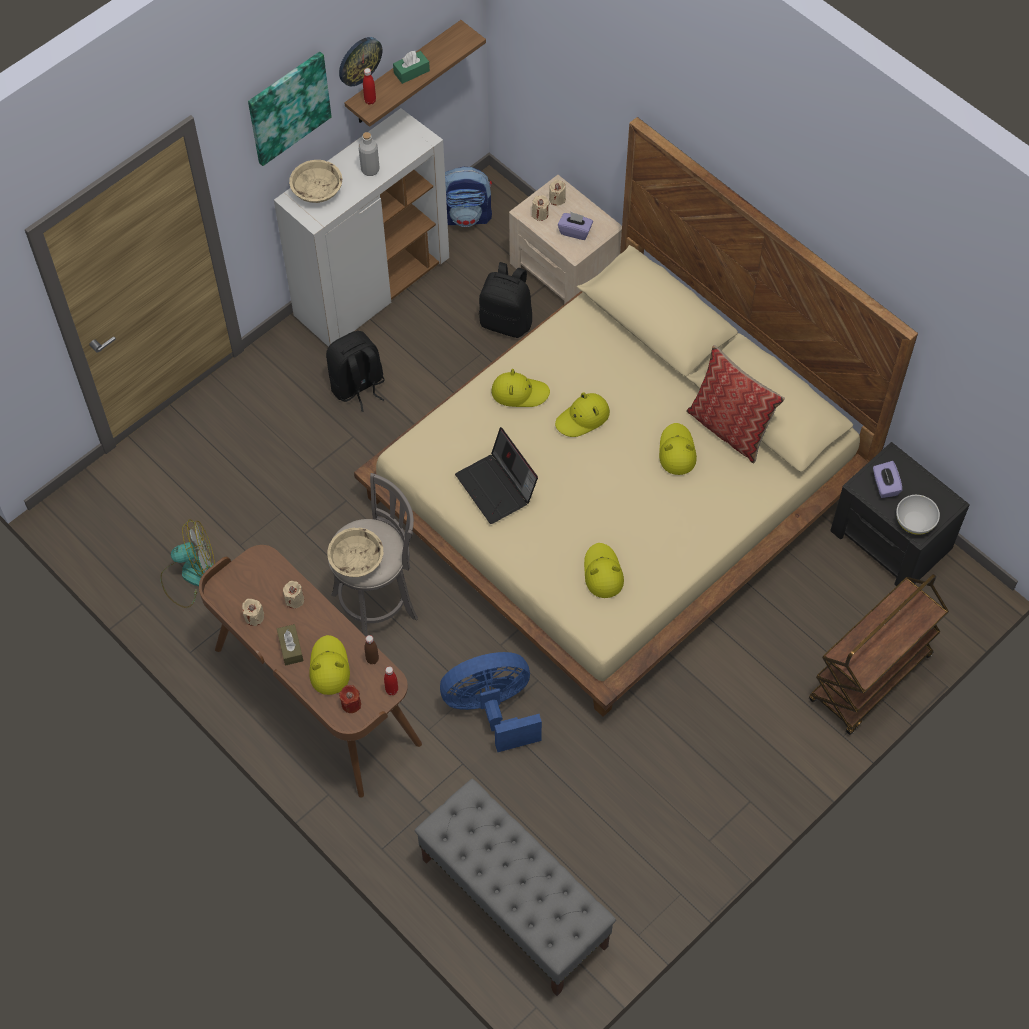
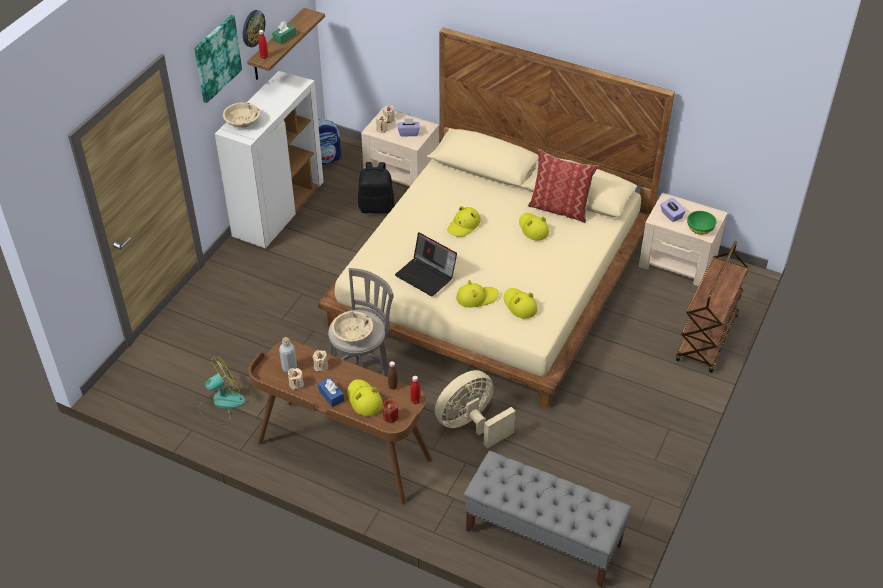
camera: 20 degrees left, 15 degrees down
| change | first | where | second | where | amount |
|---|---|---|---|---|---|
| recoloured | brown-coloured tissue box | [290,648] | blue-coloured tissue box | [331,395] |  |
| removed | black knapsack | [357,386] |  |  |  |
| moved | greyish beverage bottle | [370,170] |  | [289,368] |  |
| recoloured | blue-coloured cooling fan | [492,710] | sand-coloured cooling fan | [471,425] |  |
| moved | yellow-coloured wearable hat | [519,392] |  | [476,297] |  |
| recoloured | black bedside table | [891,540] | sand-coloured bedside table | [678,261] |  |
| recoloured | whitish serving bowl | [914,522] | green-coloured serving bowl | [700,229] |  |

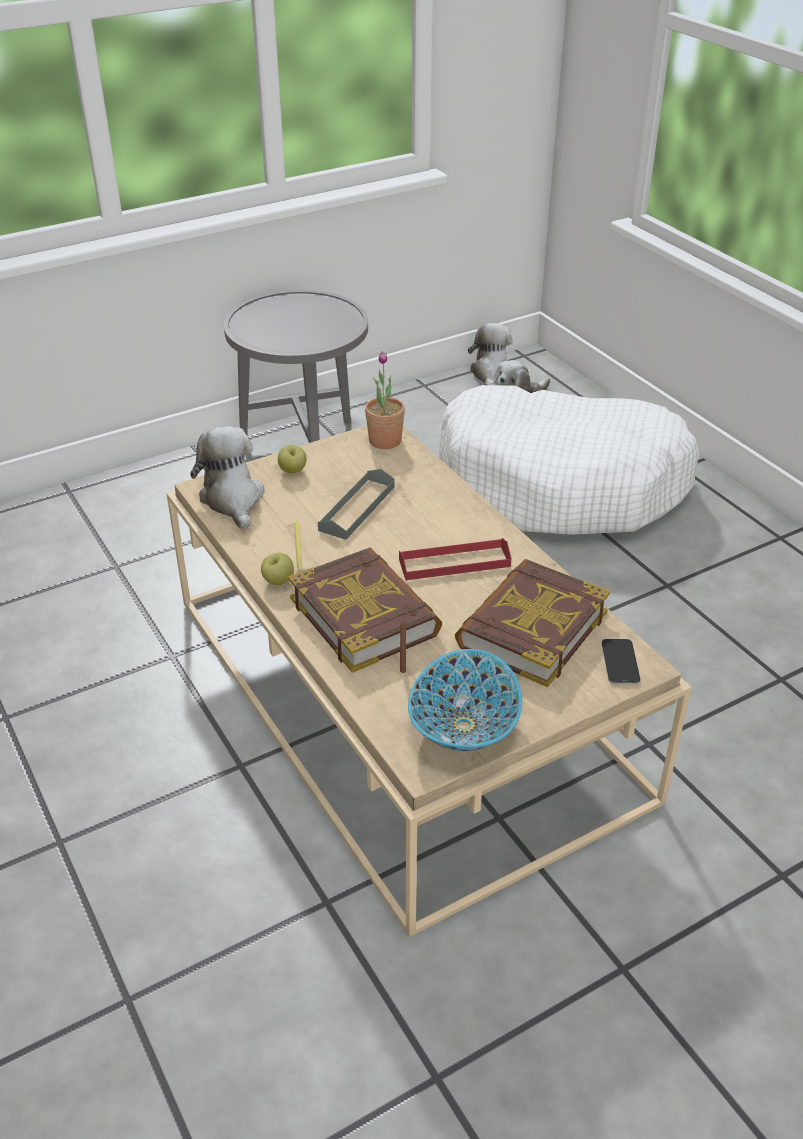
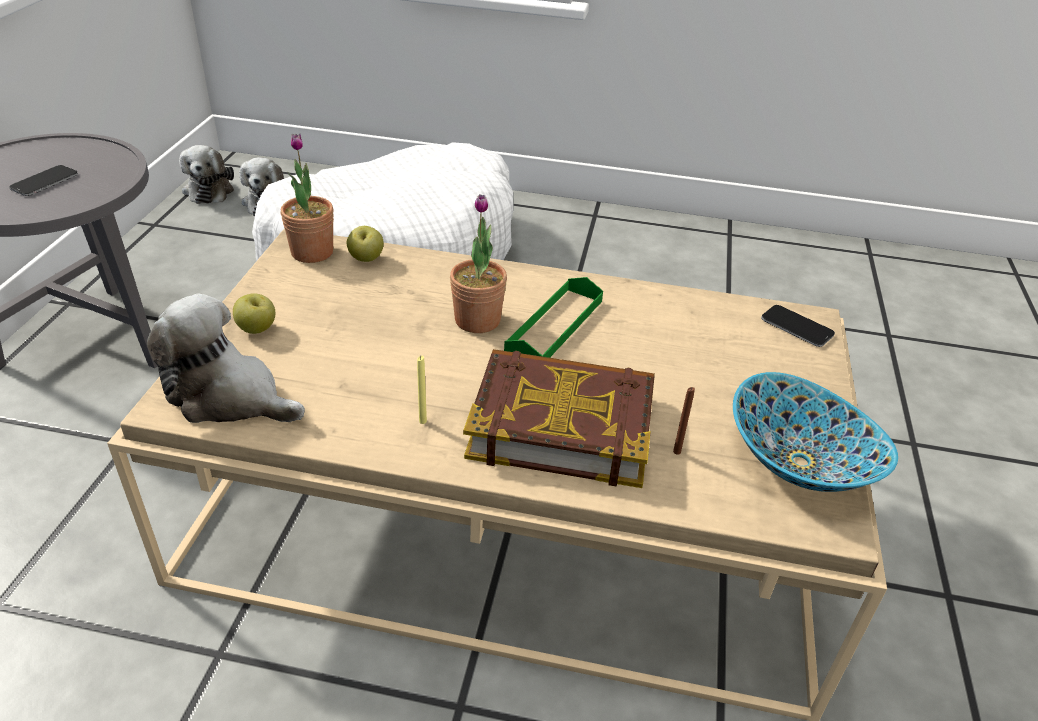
camera: 50 degrees left, 0 degrees up
| change | first | where | second | where | amount |
|---|---|---|---|---|---|
| moved | whole apple | [278,582] |  | [366,259] |  |
| removed | greyish serving tray | [357,508] |  |  |  |
| recoloured | red serving tray | [454,563] | green-coloured serving tray | [555,326] |  |
| removed | book | [531,629] |  |  |  |
| turned | cuddly toy | [491,374] |  | [209,189] | 150 degrees counterclockwise |
| added |  |  | telephone | [44,182] |  |
| added |  |  | potted plant | [477,320] |  |

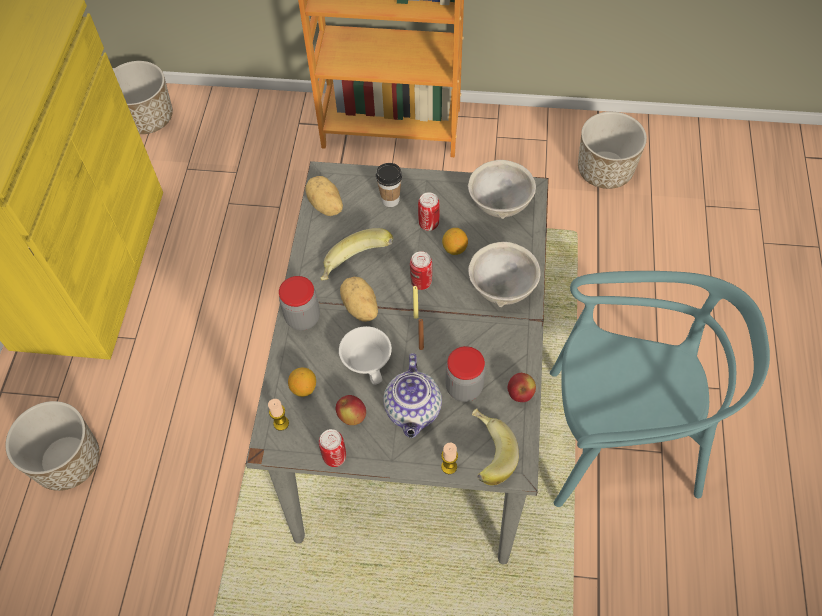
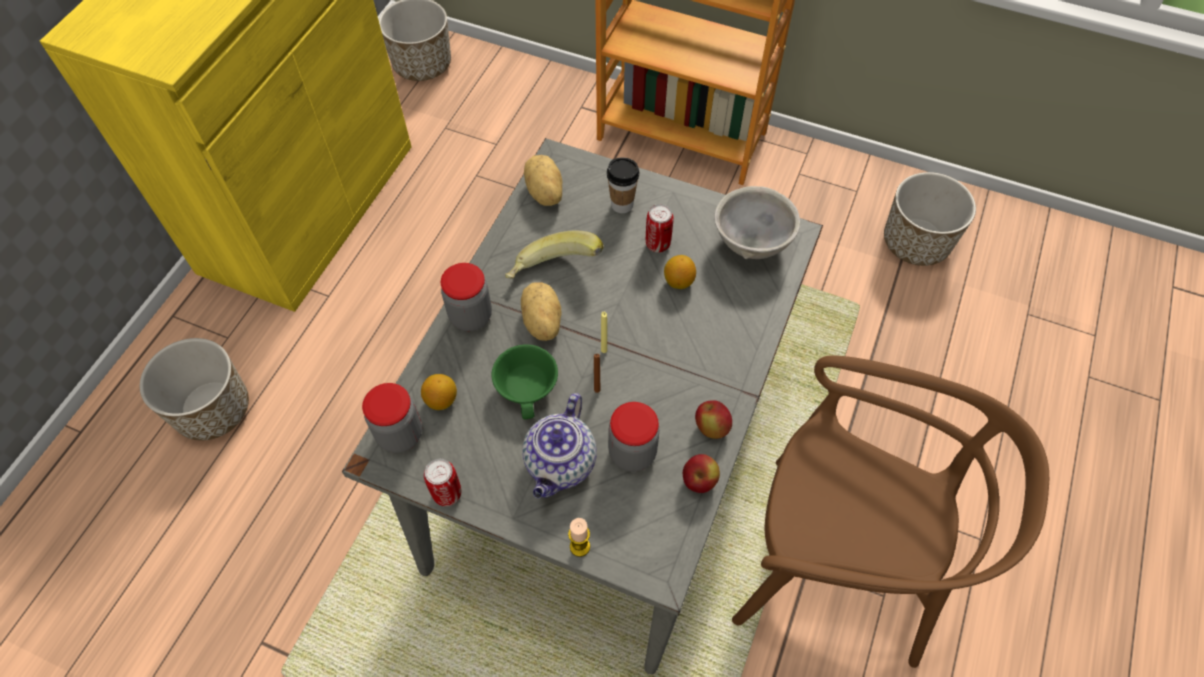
camera: 15 degrees right, 0 degrees up
| change | first | where | second | where | amount |
|---|---|---|---|---|---|
| replaced | wax light | [281,423] | jar | [400,434] |  |
| moved | whole apple | [352,416] |  | [711,427] |  |
| recoloured | whitish drinking cup | [369,360] | green-coloured drinking cup | [529,388] |  |
| removed | can | [421,282] |  |  |  |
| removed | greyish serving bowl | [501,289] |  |  |  |
| removed | whole banana | [485,454] |  |  |  |
| recoloured | turquoise-coloured chair | [619,439] | brown-coloured chair | [836,565] |  |

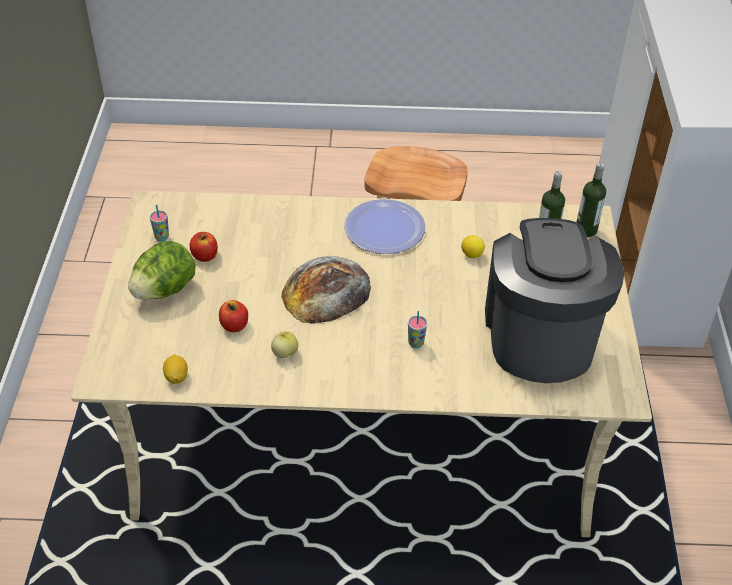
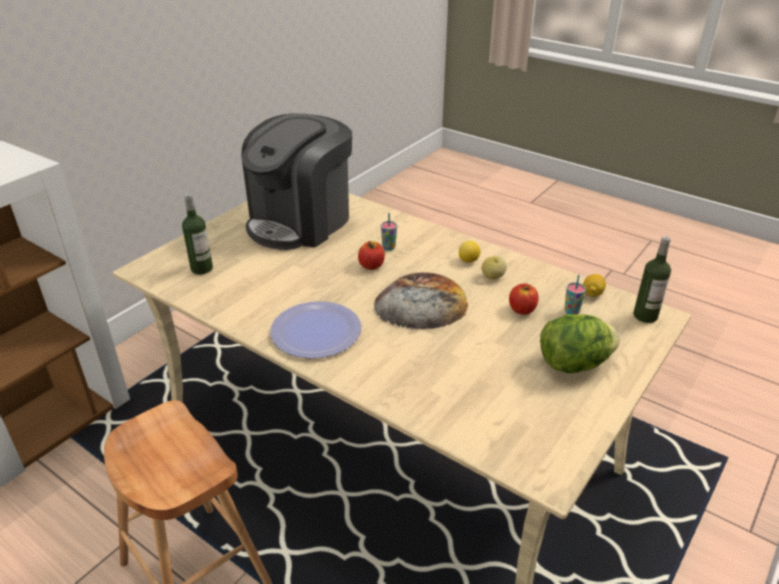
camera: 145 degrees left, 10 degrees down
| change | first | where | second | where | amount |
|---|---|---|---|---|---|
| moved | drinking cup | [162,237] |  | [571,312] |  |
| moved | whole apple | [204,256] |  | [371,266] |  |
| moved | citrus fruit | [471,254] |  | [468,261] |  |
| moved | beverage bottle | [586,230] |  | [645,316] |  |

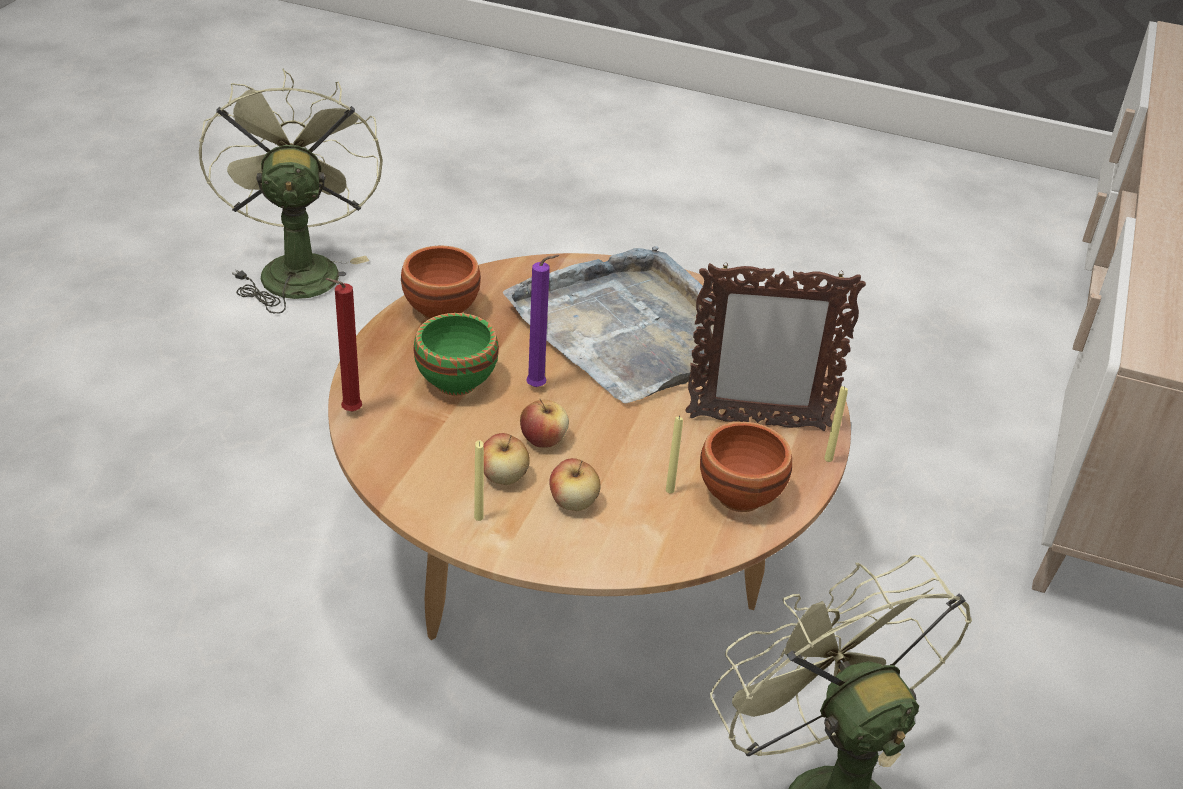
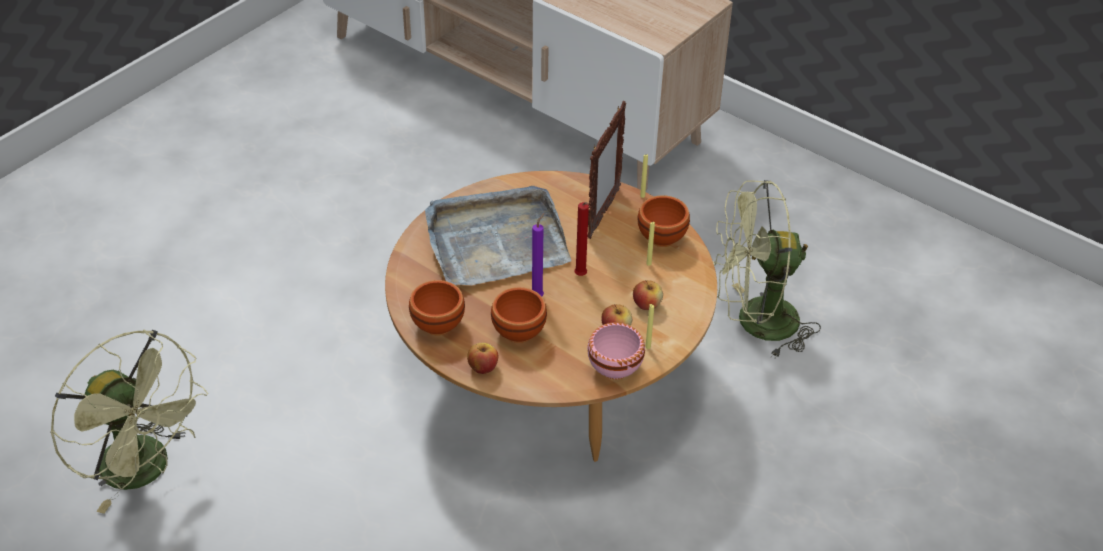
camera: 70 degrees left, 5 degrees up
| change | first | where | second | where | amount |
|---|---|---|---|---|---|
| turned | green-coloured cooling fan | [297,267] |  | [146,470] | 150 degrees counterclockwise |
| moved | red wax light | [348,412] |  | [581,276] |  |
| recoloured | green-coloured serving bowl | [454,381] | brown-coloured serving bowl | [517,333] |  |
| moved | whole apple | [543,440] |  | [483,367] |  |
| added |  |  | pinkish serving bowl | [615,370] |  |

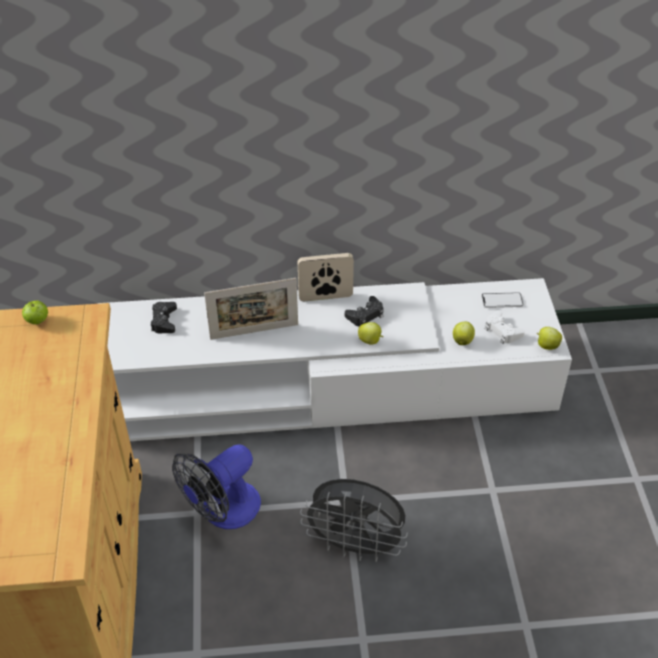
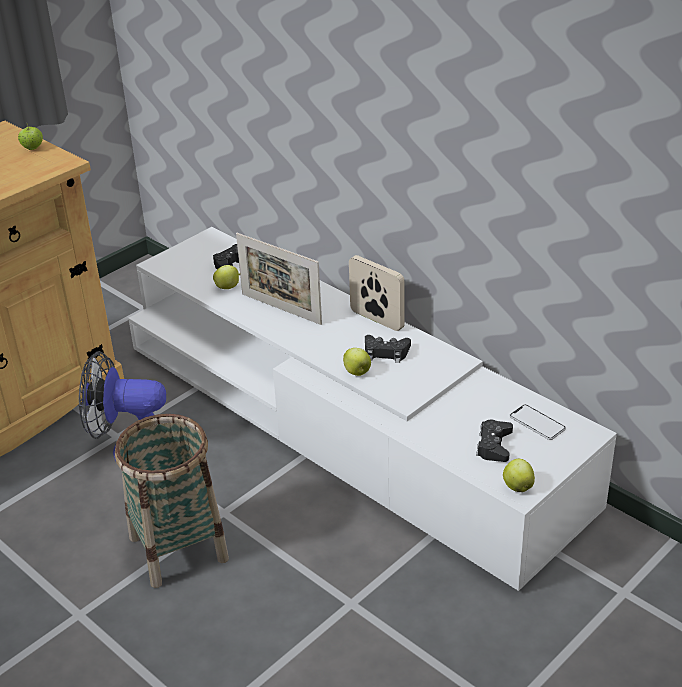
camera: 50 degrees right, 10 degrees down
| change | first | where | second | where | amount |
|---|---|---|---|---|---|
| replaced | greyish cooling fan | [356,546] | basket | [179,548] |  |
| moved | whole apple | [462,340] |  | [228,287] |  |
| recoloured | whitish gamepad | [502,331] | black gamepad | [494,446] |  |

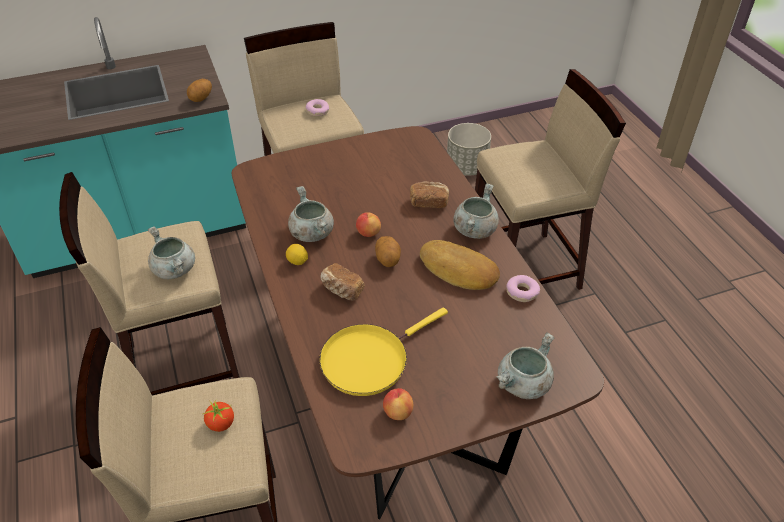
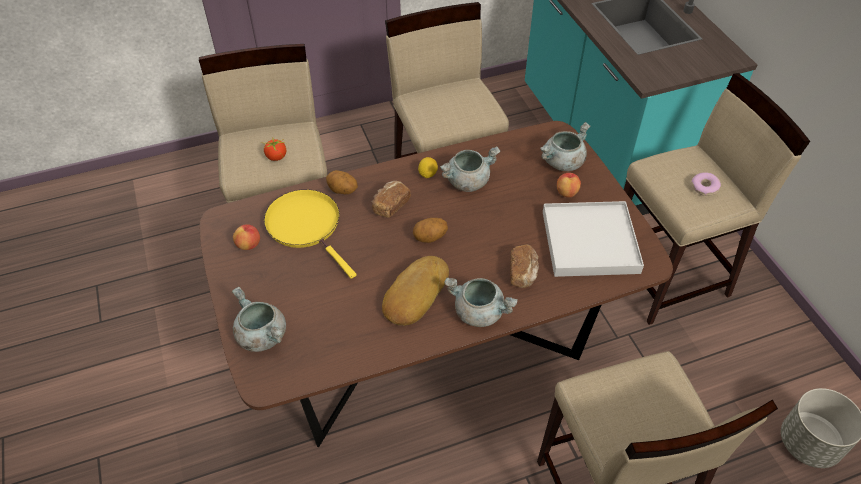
camera: 90 degrees right, 5 degrees up
| change | first | where | second | where | amount |
|---|---|---|---|---|---|
| moved | greyish saucepot | [175,270] |  | [562,163] |  |
| moved | spud | [201,99] |  | [342,191] |  |
| moved | whole apple | [368,233] |  | [567,192] |  |
| removed | doughnut | [522,292] |  |  |  |
| added |  |  | whitish serving tray | [589,242] |  |

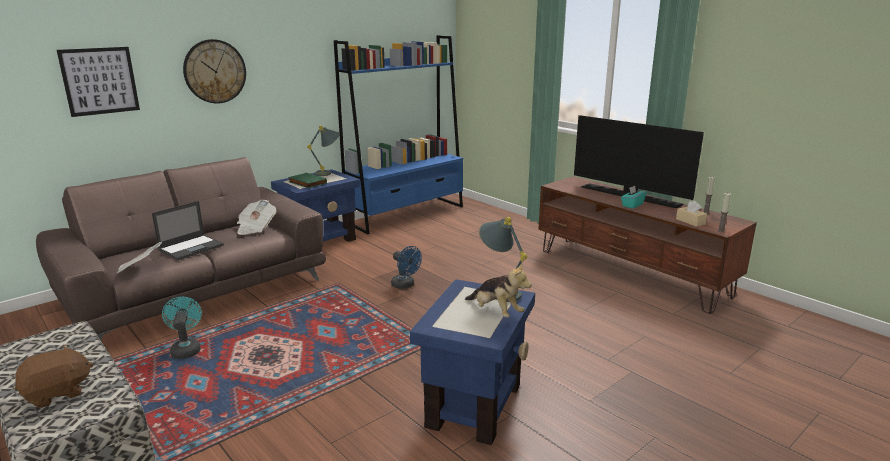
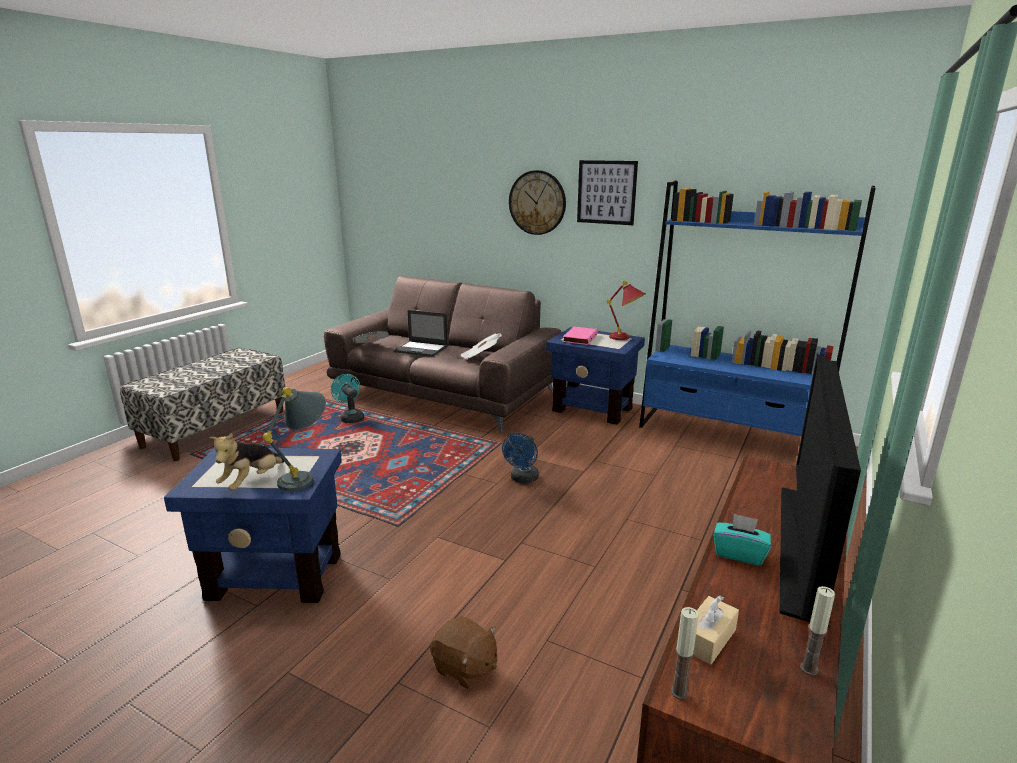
camera: 70 degrees right, 0 degrees up
| change | first | where | second | where | amount |
|---|---|---|---|---|---|
| moved | brown-coloured cuddly toy | [57,393] |  | [464,668] |  |
| moved | wall art | [100,81] |  | [606,192] |  |
| turned | turquoise-coloured cooling fan | [186,349] |  | [350,417] | 90 degrees counterclockwise |
| recoloured | green-coloured book | [306,183] | pinkish book | [579,338] |  |
| recoloured | greyish lamp for a table | [328,173] | red lamp for a table | [625,338] |  |

